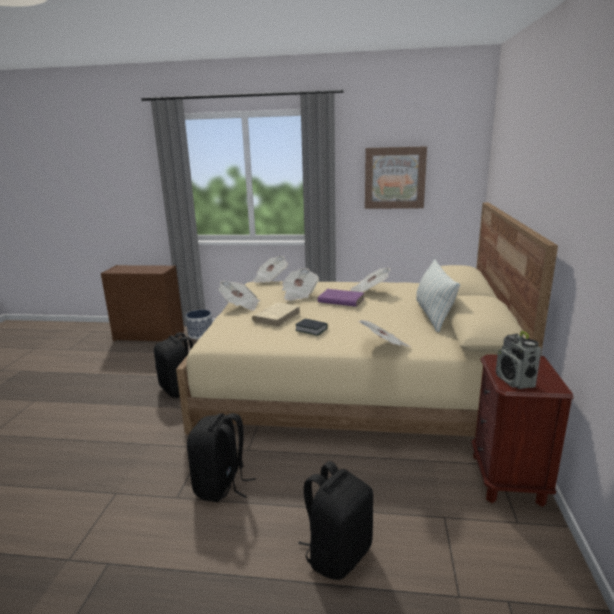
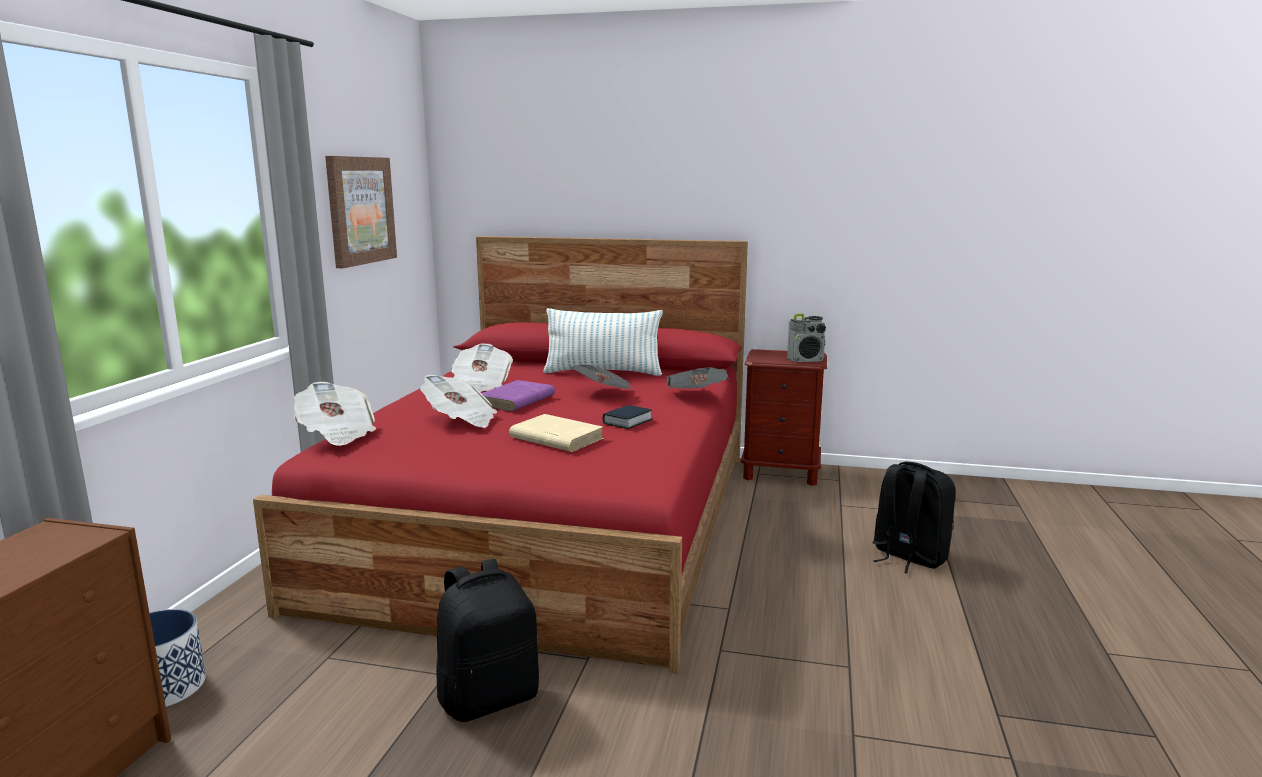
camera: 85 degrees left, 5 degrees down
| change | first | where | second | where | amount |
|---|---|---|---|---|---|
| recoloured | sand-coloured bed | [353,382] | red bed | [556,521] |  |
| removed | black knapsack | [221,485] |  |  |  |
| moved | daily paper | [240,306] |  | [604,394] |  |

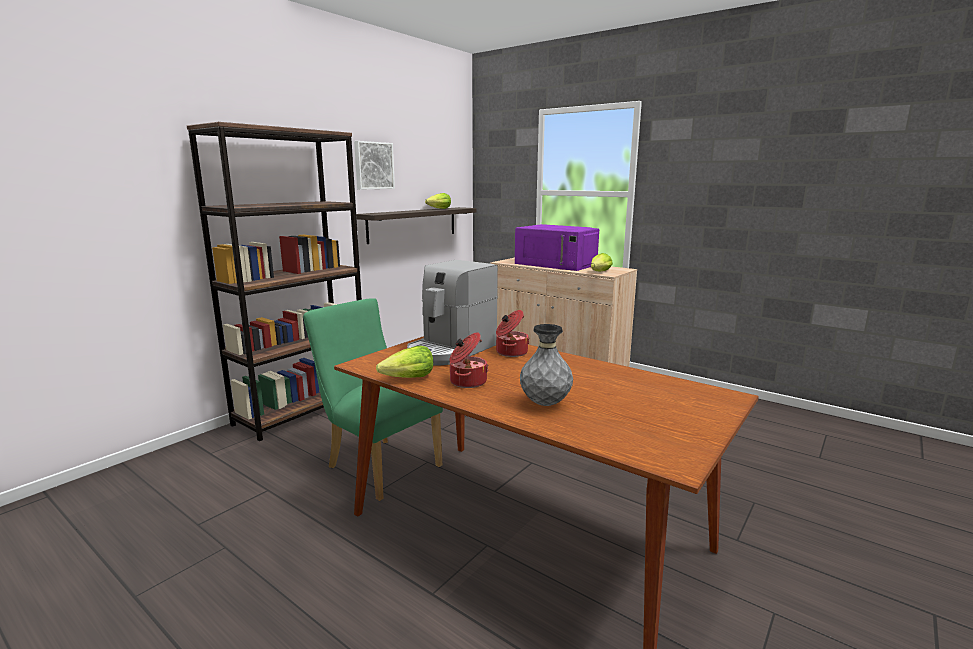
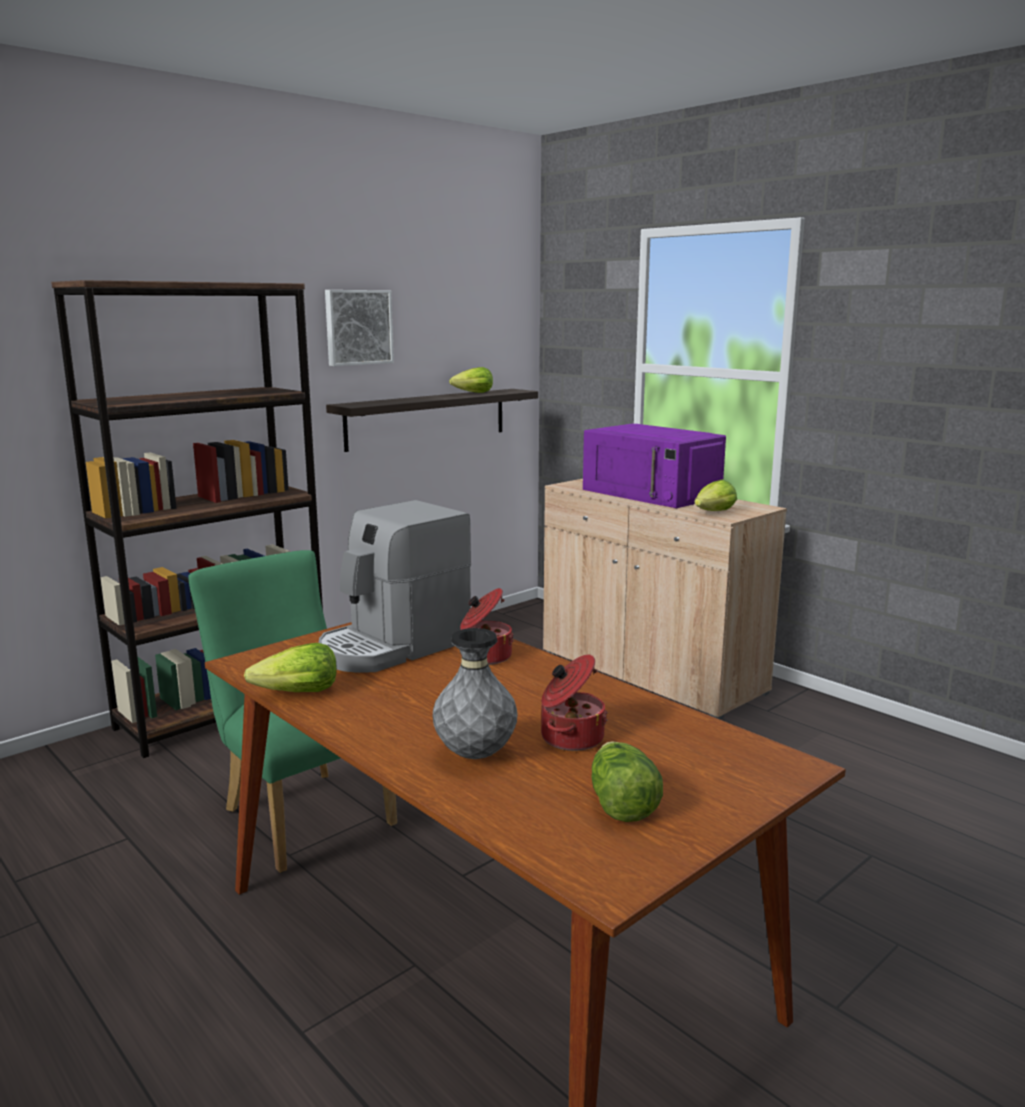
camera: 10 degrees right, 0 degrees up
| change | first | where | second | where | amount |
|---|---|---|---|---|---|
| moved | saucepot | [467,381] |  | [570,737] |  |
| added |  |  | head of lettuce | [621,803] |  |

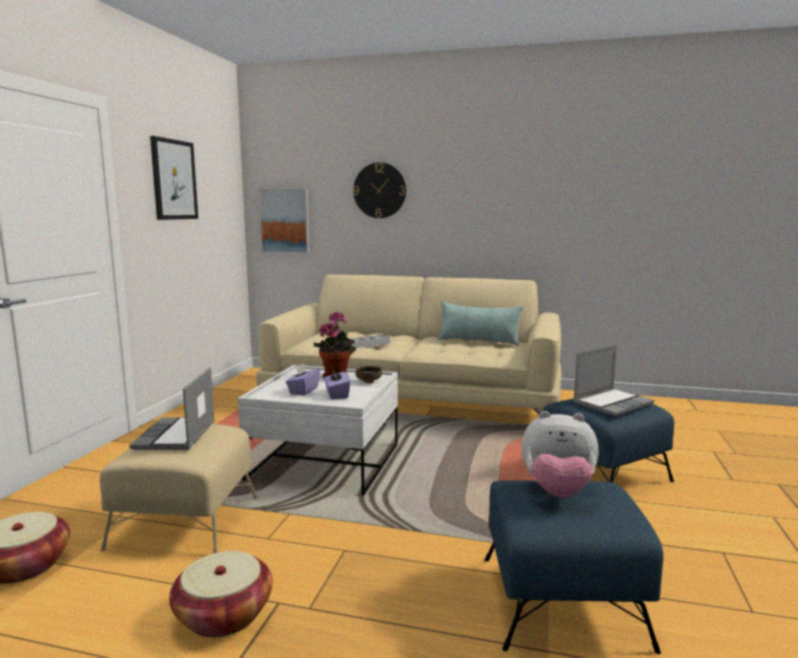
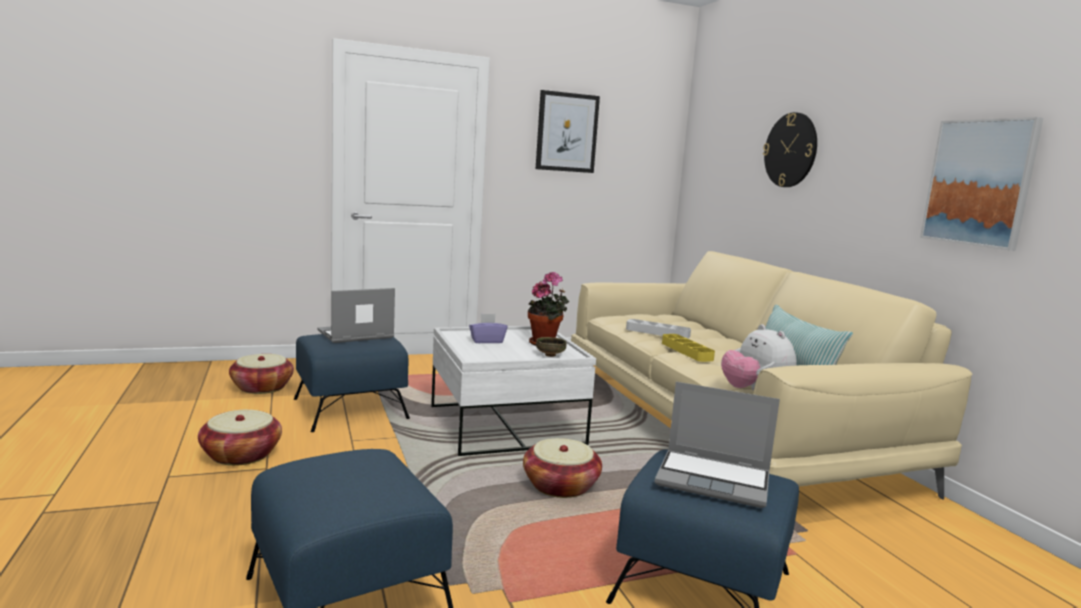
camera: 55 degrees right, 0 degrees up
| change | first | where | second | where | amount |
|---|---|---|---|---|---|
| recoloured | sand-coloured ottoman | [184,522] | blue-coloured ottoman | [349,409] |  |
| moved | wall art | [284,221] |  | [979,183] |  |
| removed | purplish tissue box | [336,395] |  |  |  |
| moved | cuddly toy | [557,492] |  | [754,393] |  |
| added |  |  | basket | [560,486] |  |
| added |  |  | yellow-coloured serving tray | [686,351] |  |

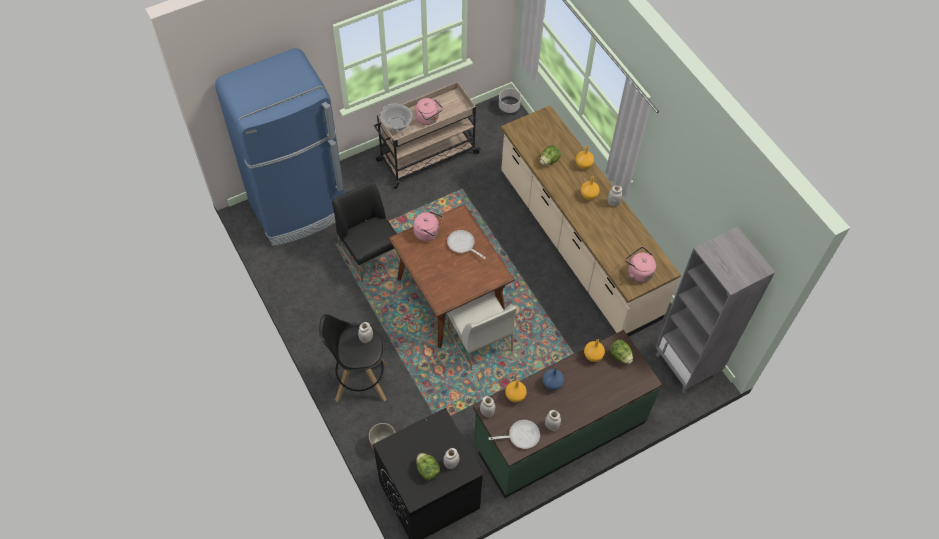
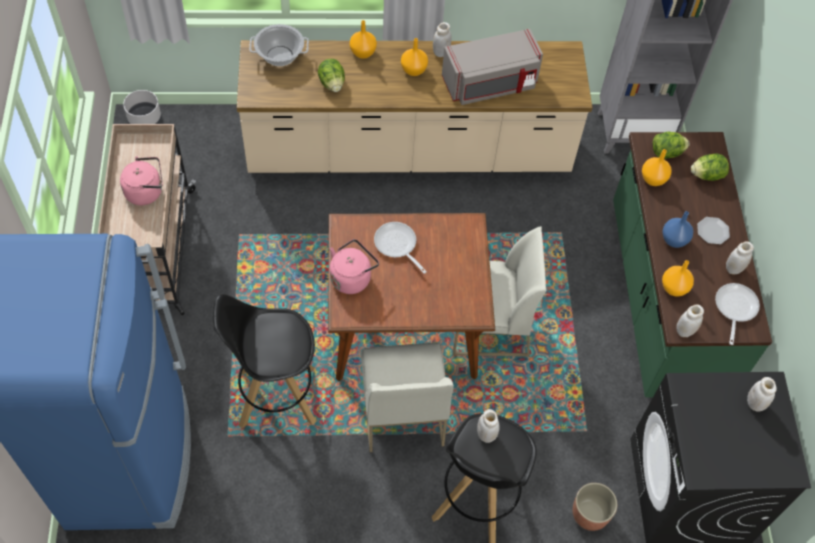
camera: 65 degrees left, 0 degrees up
| change | first | where | second | where | amount |
|---|---|---|---|---|---|
| replaced | black chair | [371,254] | black stool | [275,396] |  |
| moved | saucepot | [397,124] |  | [280,56] |  |
| moved | head of lettuce | [427,470] |  | [707,175] |  |
| turned | skillet | [462,245] |  | [397,245] | 75 degrees clockwise |
| removed | pinkish water kettle | [638,272] |  |  |  |
| added |  |  | whitish chair | [402,411] |  |
| added |  |  | greyish microwave | [490,84] |  |
| added |  |  | dinner plate | [712,231] |  |

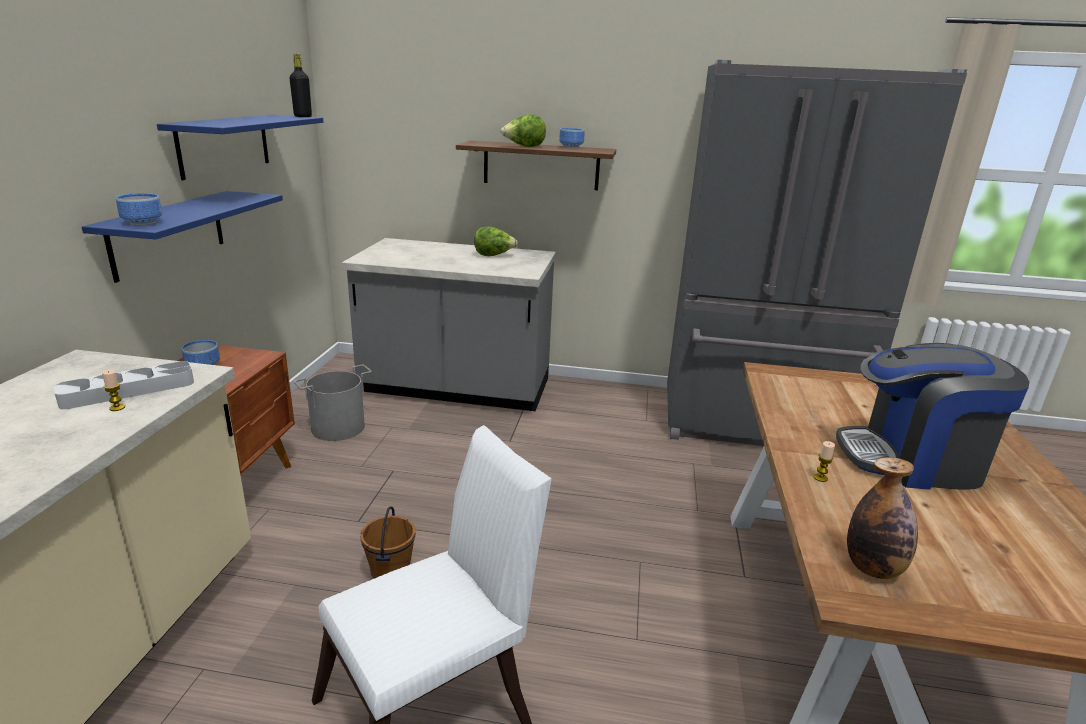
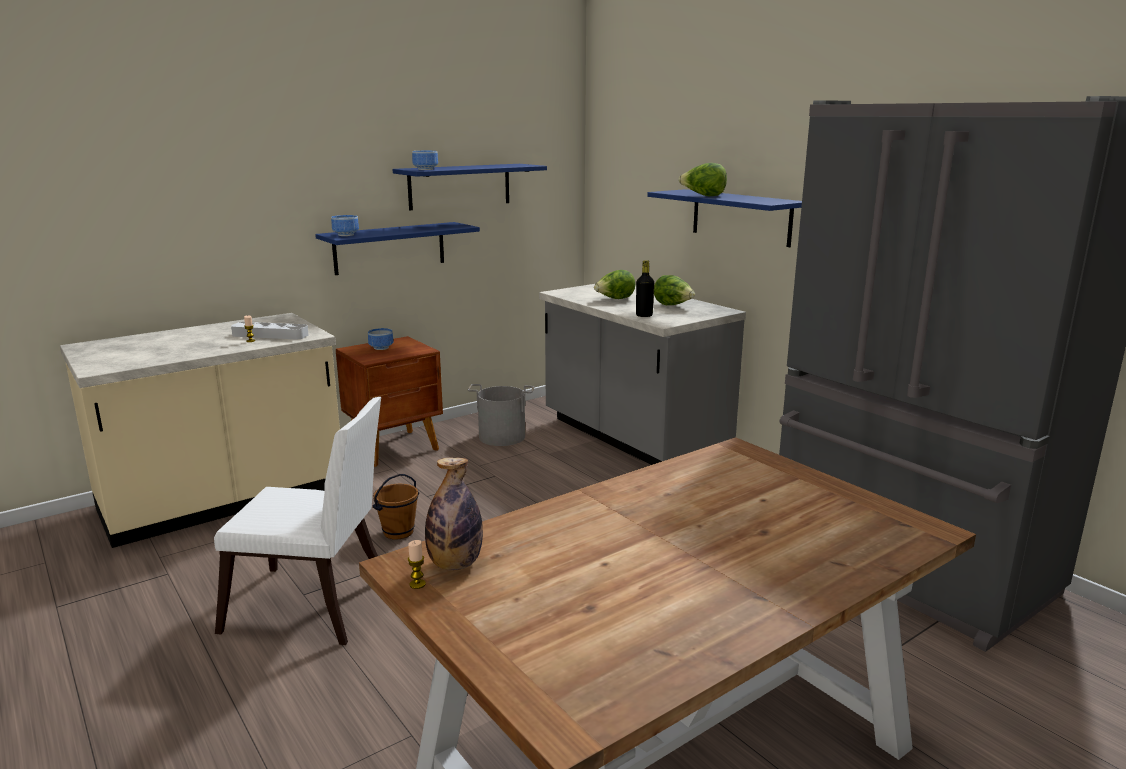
camera: 45 degrees right, 5 degrees down
| change | first | where | second | where | amount |
|---|---|---|---|---|---|
| moved | black beverage bottle | [303,116] |  | [644,315] |  |
| recoloured | brown-coloured shelf | [541,165] | blue-coloured shelf | [741,217] |  |
| moved | serving bowl | [572,147] |  | [426,169] |  |
| moved | wax light | [820,478] |  | [417,584] |  |
| removed | coffee brewer | [913,461] |  |  |  |
| added |  |  | head of lettuce | [615,299] |  |

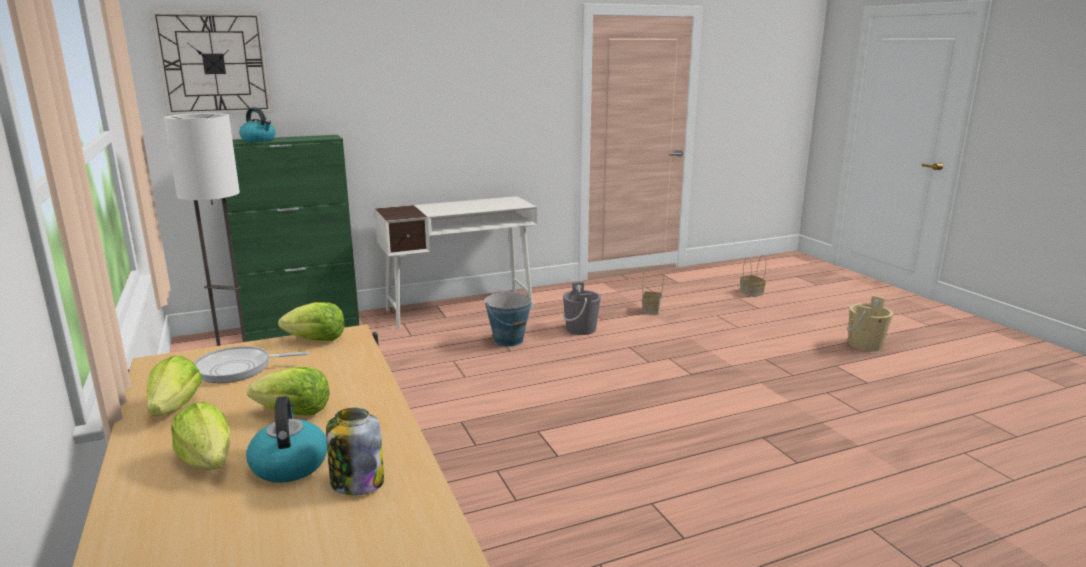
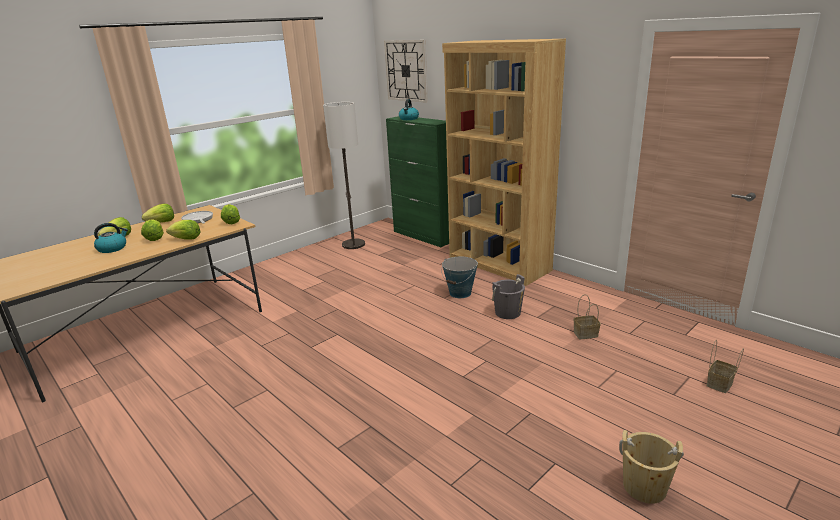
camera: 70 degrees right, 5 degrees up
| change | first | where | second | where | amount |
|---|---|---|---|---|---|
| removed | jar | [356,482] |  |  |  |
| replaced | whitish desk unit | [461,308] | brown-coloured shelving unit | [499,264] |  |
| added |  |  | head of lettuce | [186,239] |  |

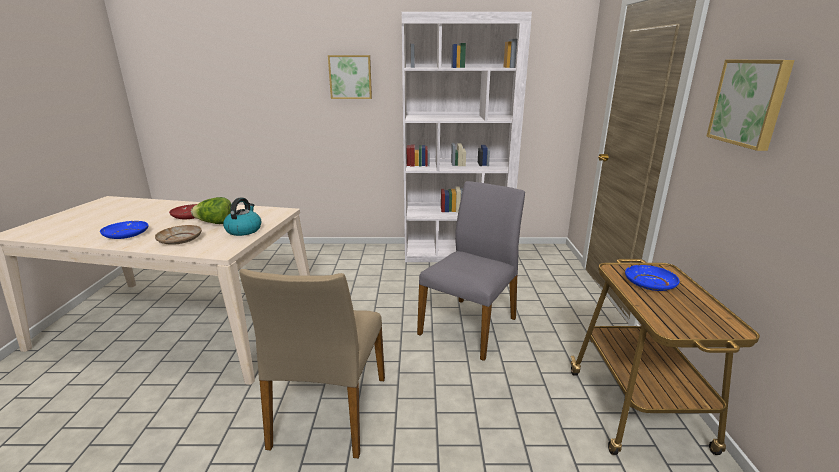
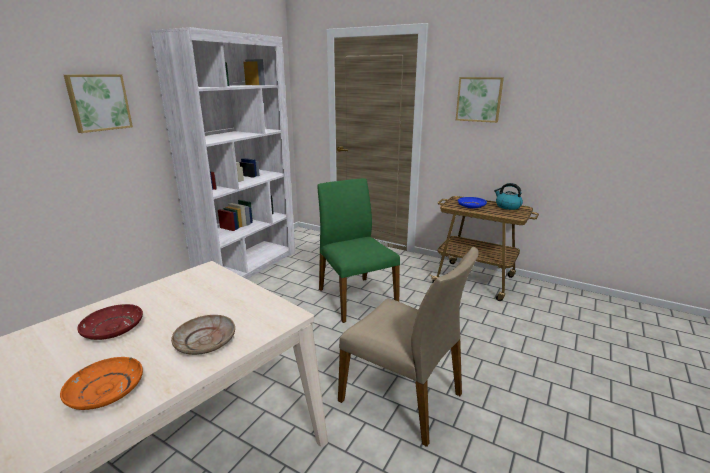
camera: 60 degrees left, 0 degrees up
| change | first | where | second | where | amount |
|---|---|---|---|---|---|
| recoloured | blue-coloured dinner plate | [126,235] | orangey dinner plate | [105,390] |  |
| removed | head of lettuce | [215,223] |  |  |  |
| moved | water kettle | [244,230] |  | [507,206] |  |
| recoloured | greyish chair | [470,325] | green-coloured chair | [355,297] |  |

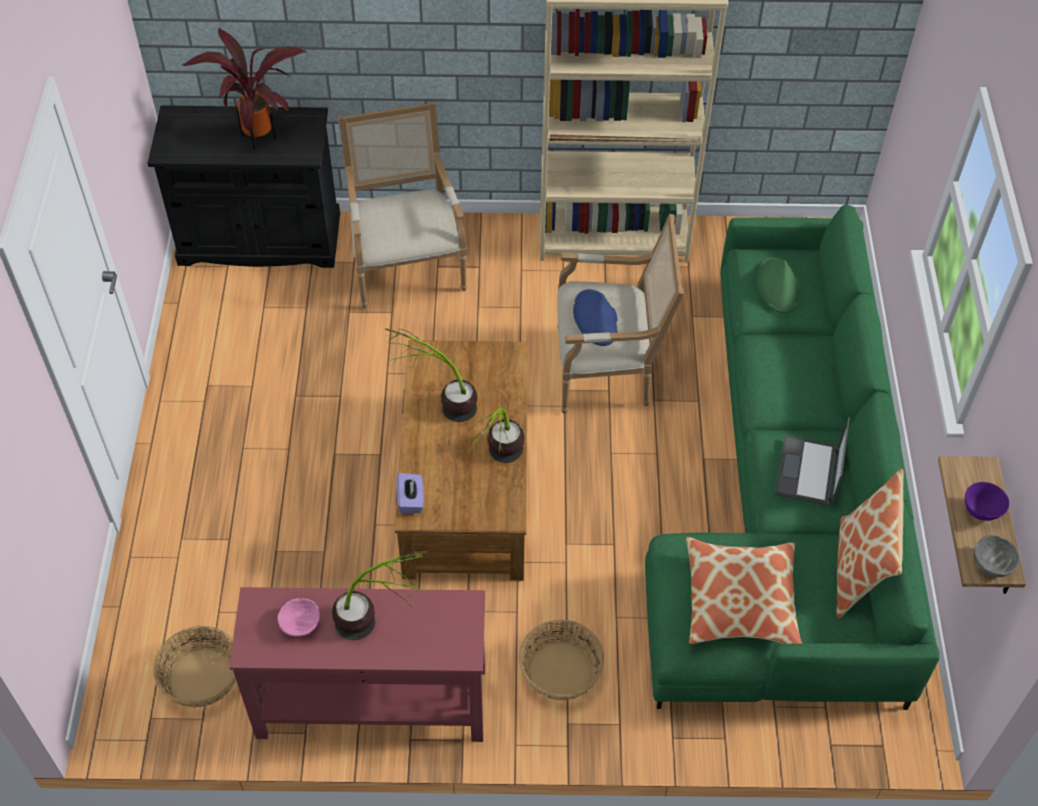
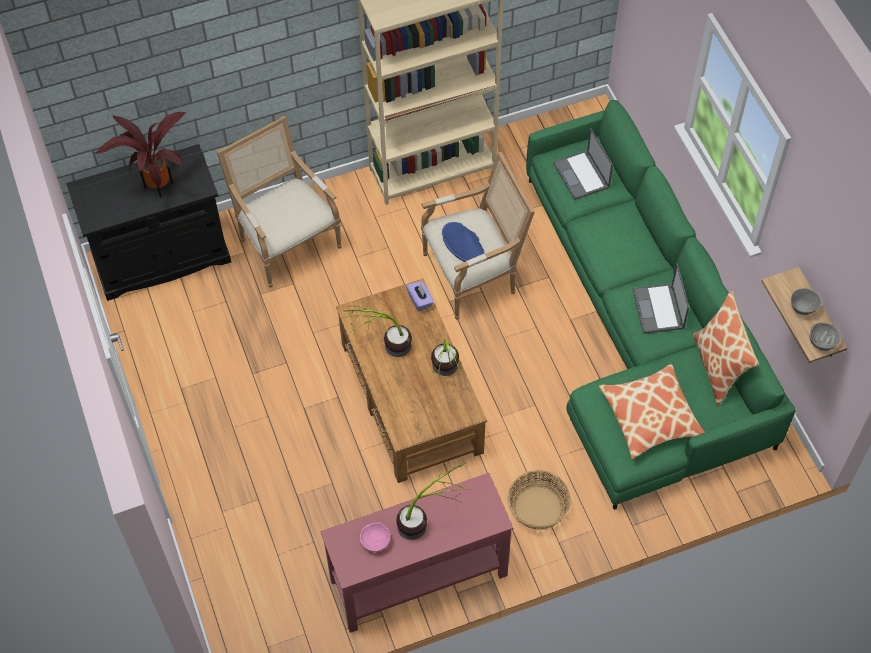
camera: 20 degrees left, 5 degrees up
| change | first | where | second | where | amount |
|---|---|---|---|---|---|
| removed | basket | [201,678] |  |  |  |
| moved | purplish tissue box | [411,500] |  | [420,300] |  |
| replaced | green-coloured wearable hat | [778,286] | laptop | [581,175] |  |
| recoloured | purplish serving bowl | [981,512] | greyish serving bowl | [802,308] |  |

